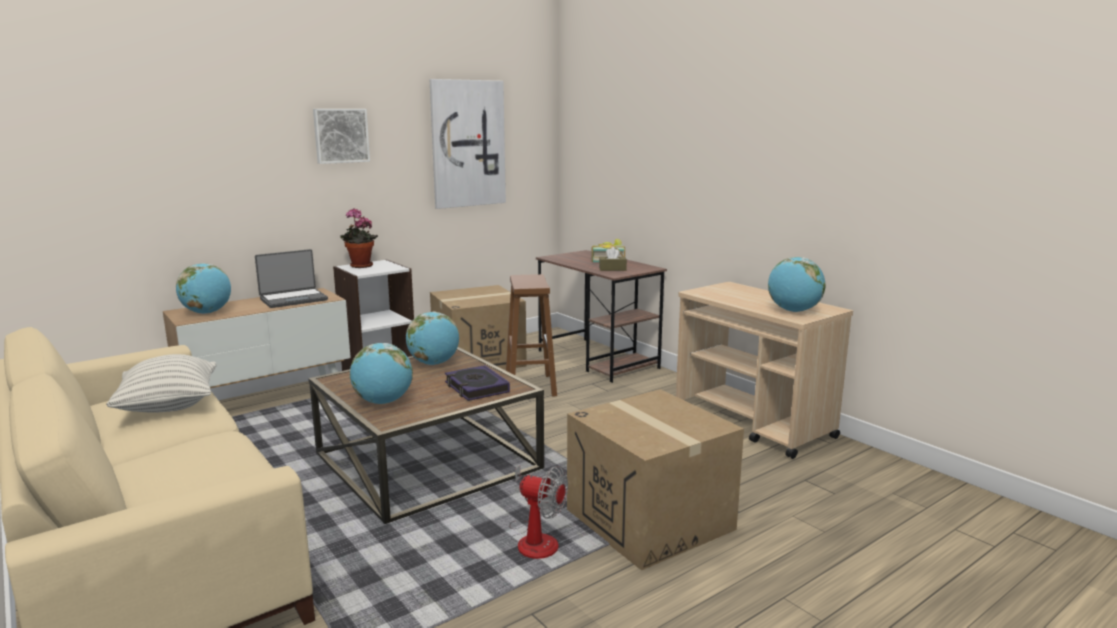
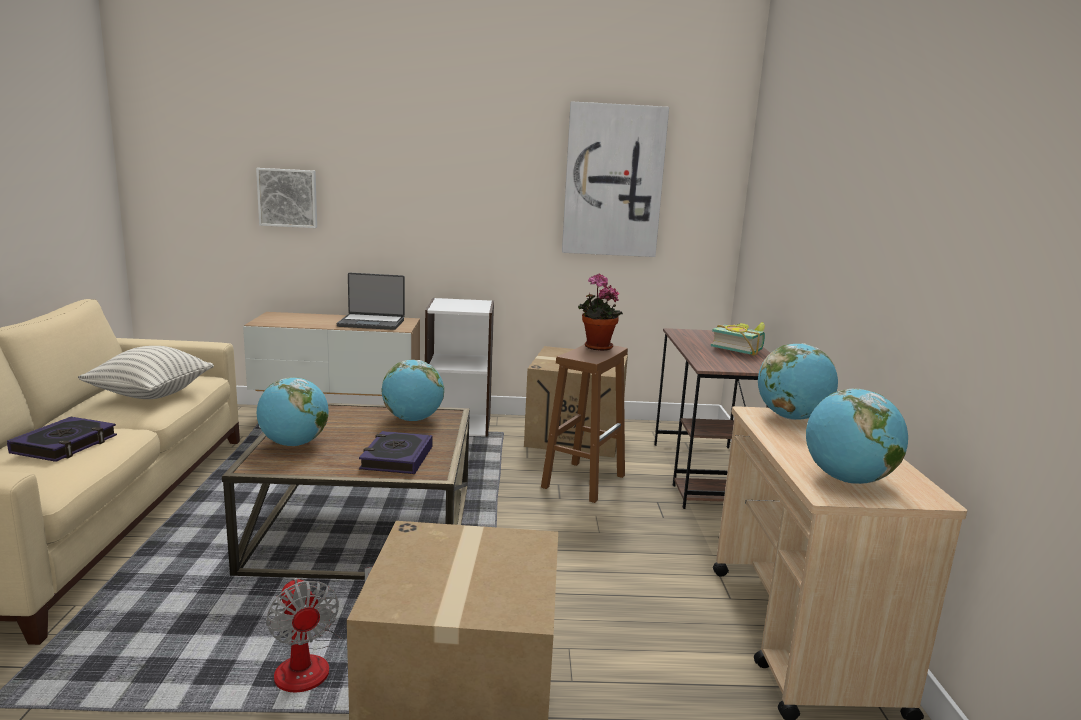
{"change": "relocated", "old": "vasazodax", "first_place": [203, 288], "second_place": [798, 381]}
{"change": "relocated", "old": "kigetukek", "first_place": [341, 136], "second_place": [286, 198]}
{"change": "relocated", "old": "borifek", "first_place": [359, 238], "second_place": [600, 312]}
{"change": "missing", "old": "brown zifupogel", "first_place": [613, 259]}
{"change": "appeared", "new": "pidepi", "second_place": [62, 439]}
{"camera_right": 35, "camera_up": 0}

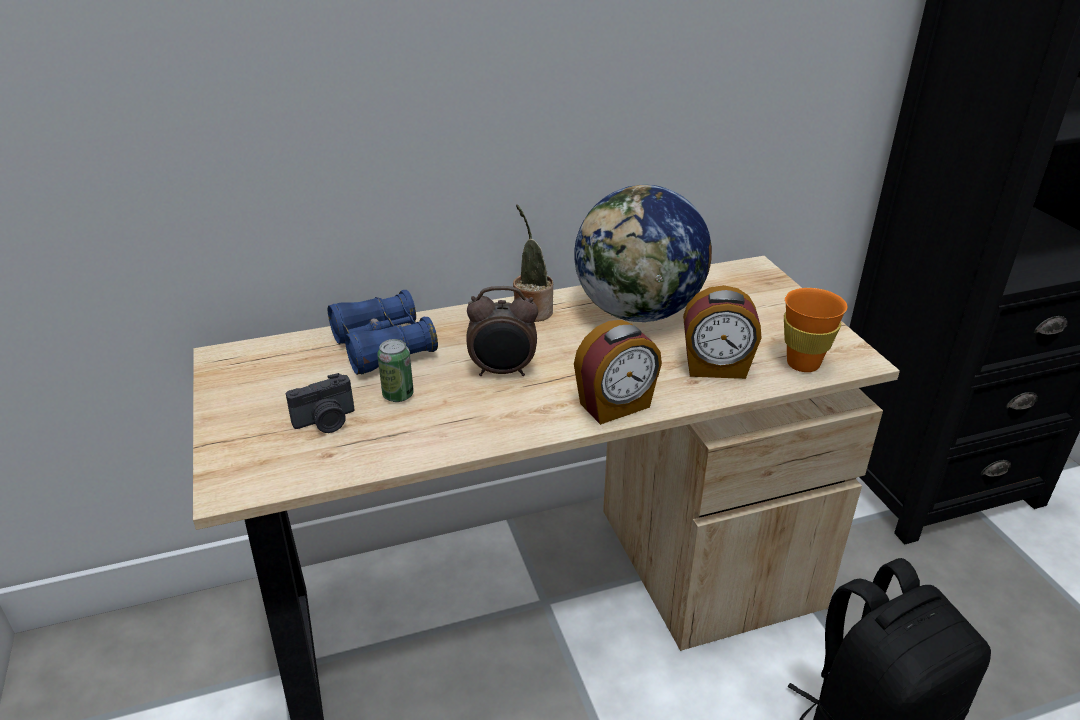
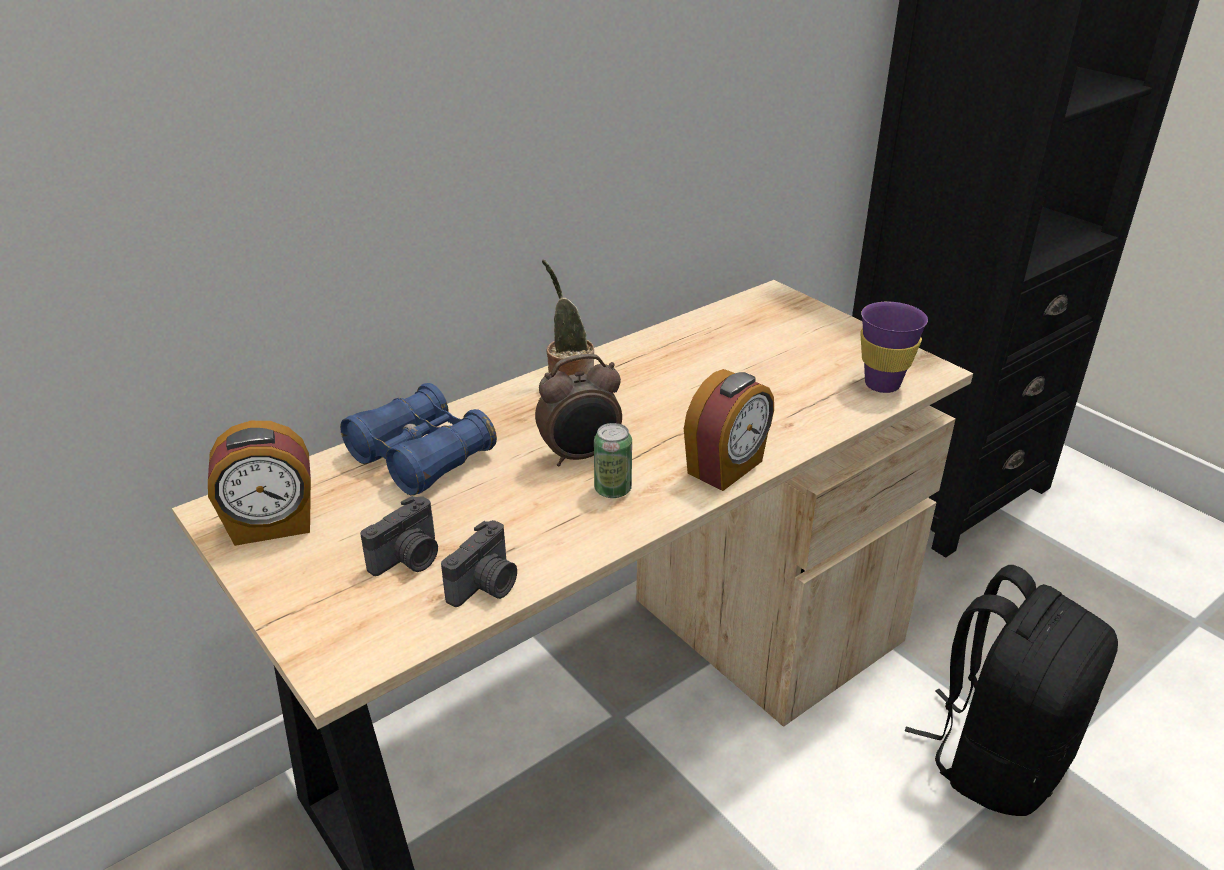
{"change": "relocated", "old": "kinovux", "first_place": [395, 370], "second_place": [613, 460]}
{"change": "missing", "old": "vasazodax", "first_place": [643, 253]}
{"change": "relocated", "old": "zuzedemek", "first_place": [722, 332], "second_place": [259, 483]}
{"change": "colour", "old": "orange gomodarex", "new": "purple gomodarex", "first_place": [815, 330], "second_place": [894, 347]}
{"change": "appeared", "new": "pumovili", "second_place": [479, 563]}
{"camera_right": -20, "camera_up": 0}

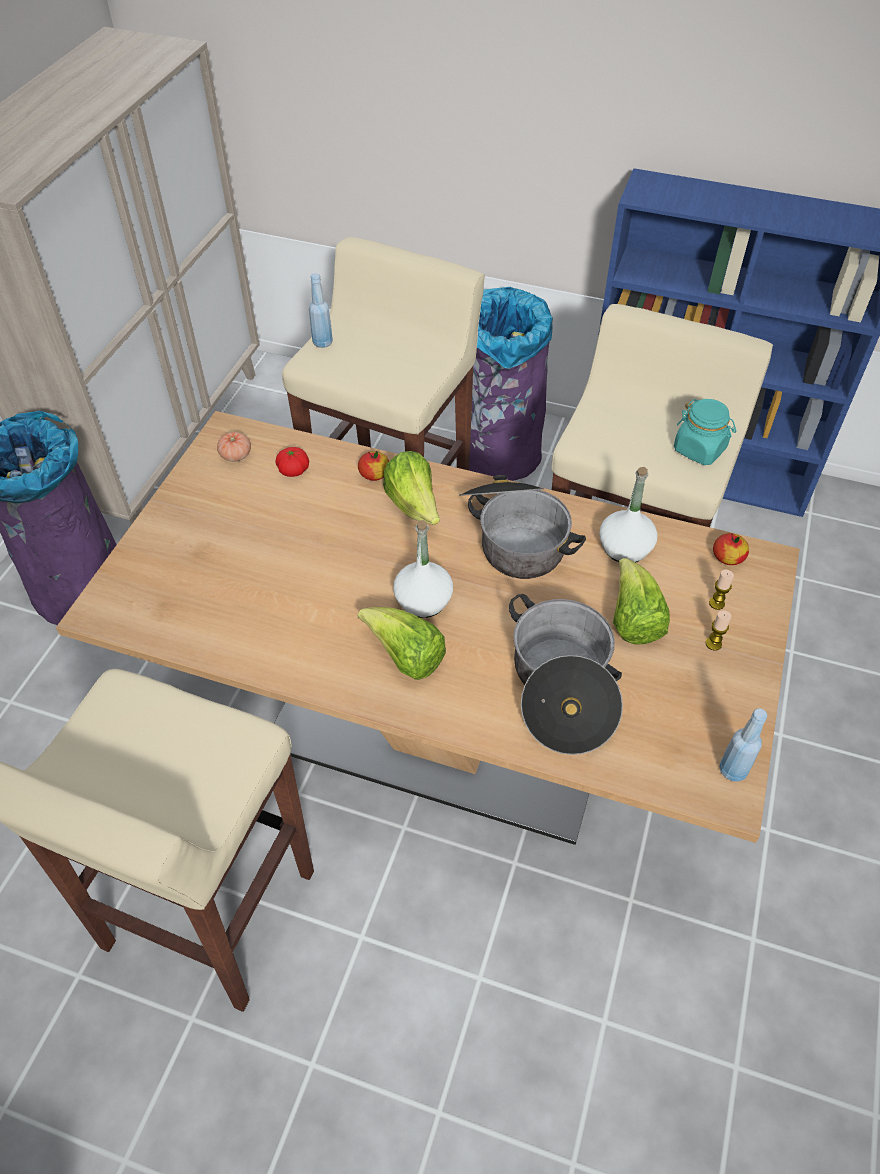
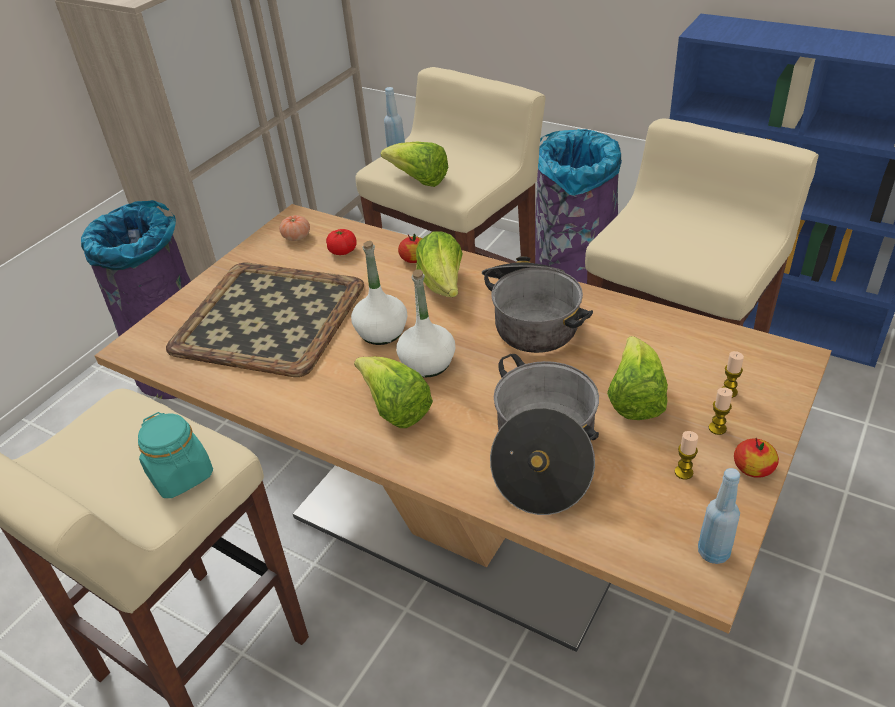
{"change": "relocated", "old": "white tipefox", "first_place": [628, 515], "second_place": [379, 293]}
{"change": "relocated", "old": "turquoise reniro", "first_place": [705, 432], "second_place": [175, 455]}
{"change": "relocated", "old": "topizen", "first_place": [731, 549], "second_place": [756, 457]}
{"change": "appeared", "new": "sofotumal", "second_place": [265, 320]}
{"change": "appeared", "new": "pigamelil", "second_place": [414, 164]}
{"change": "appeared", "new": "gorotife", "second_place": [686, 455]}
{"camera_right": 15, "camera_up": -10}

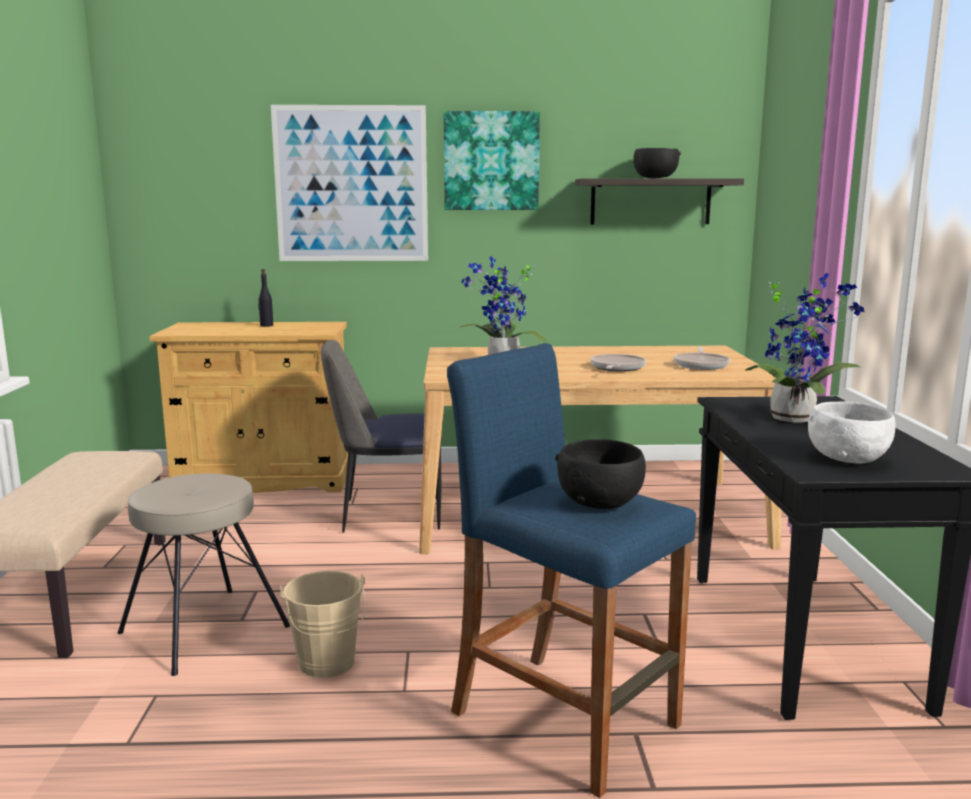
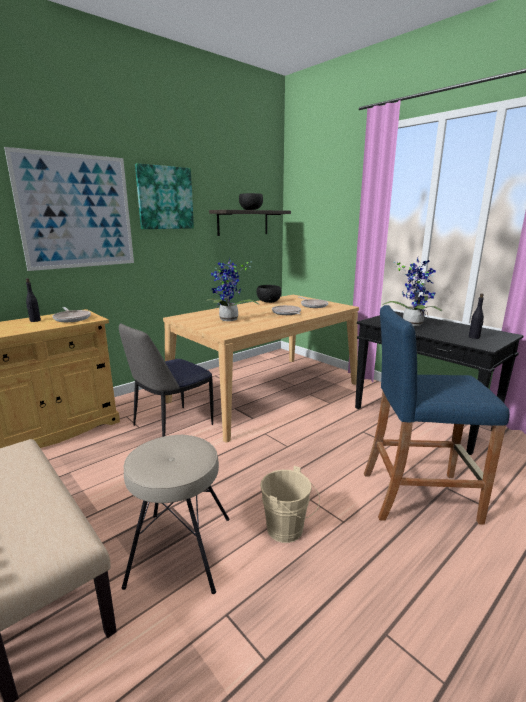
{"change": "relocated", "old": "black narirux", "first_place": [600, 474], "second_place": [269, 294]}
{"change": "exchanged", "old": "white narirux", "new": "black tipefox", "first_place": [852, 432], "second_place": [476, 316]}
{"change": "appeared", "new": "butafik", "second_place": [71, 314]}
{"camera_right": -40, "camera_up": 5}

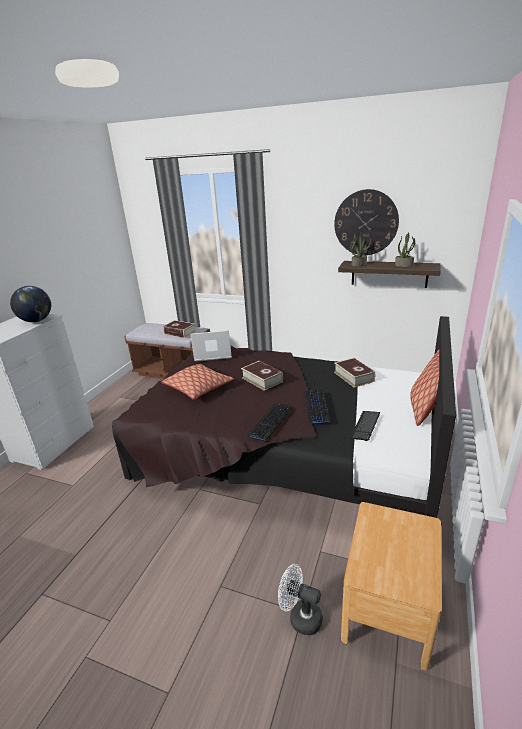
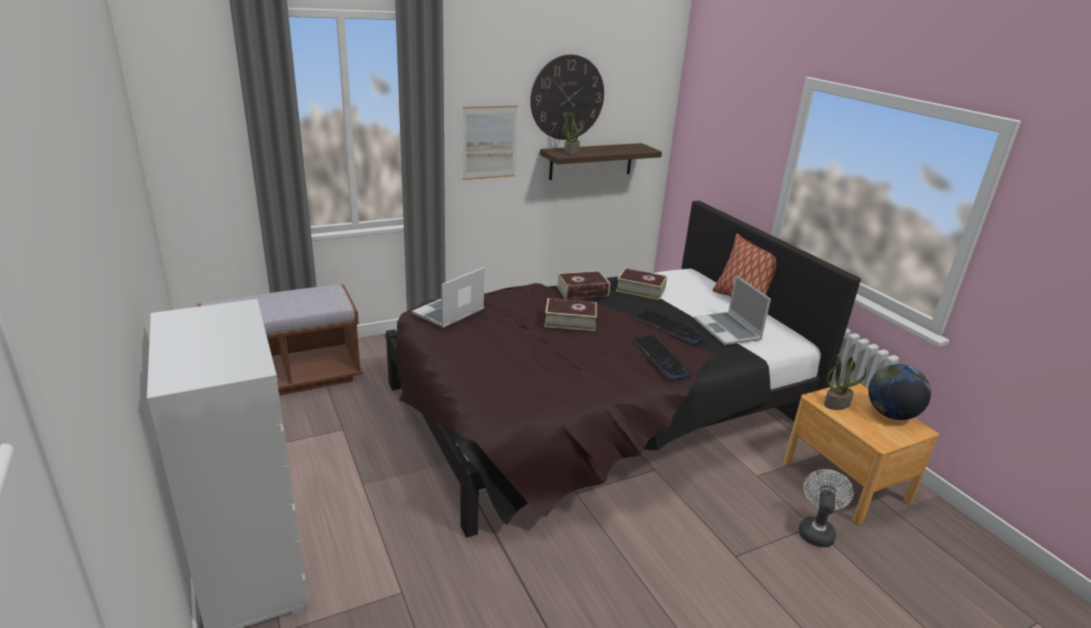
{"change": "relocated", "old": "vasazodax", "first_place": [30, 304], "second_place": [899, 392]}
{"change": "missing", "old": "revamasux", "first_place": [197, 382]}
{"change": "relocated", "old": "pidepi", "first_place": [179, 329], "second_place": [583, 285]}
{"change": "spun", "old": "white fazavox", "first_place": [300, 599], "second_place": [826, 508], "degrees": 135}
{"change": "exchanged", "old": "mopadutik", "new": "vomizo", "first_place": [365, 426], "second_place": [732, 310]}
{"change": "relocated", "old": "borifek", "first_place": [405, 249], "second_place": [845, 382]}
{"change": "appeared", "new": "kigetukek", "second_place": [490, 142]}
{"camera_right": -50, "camera_up": 0}

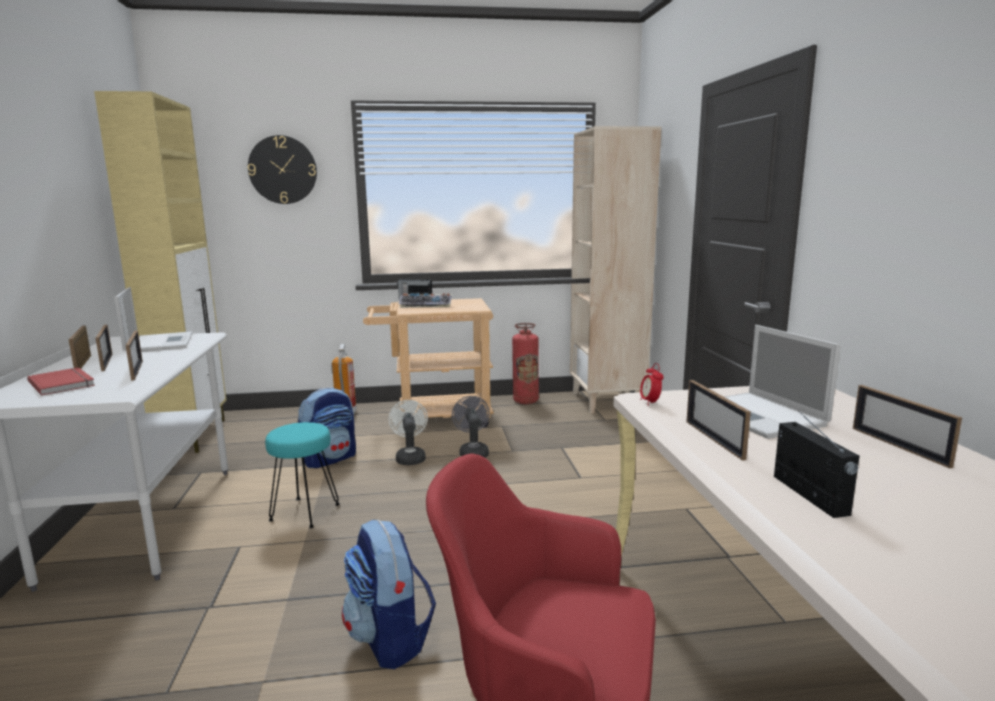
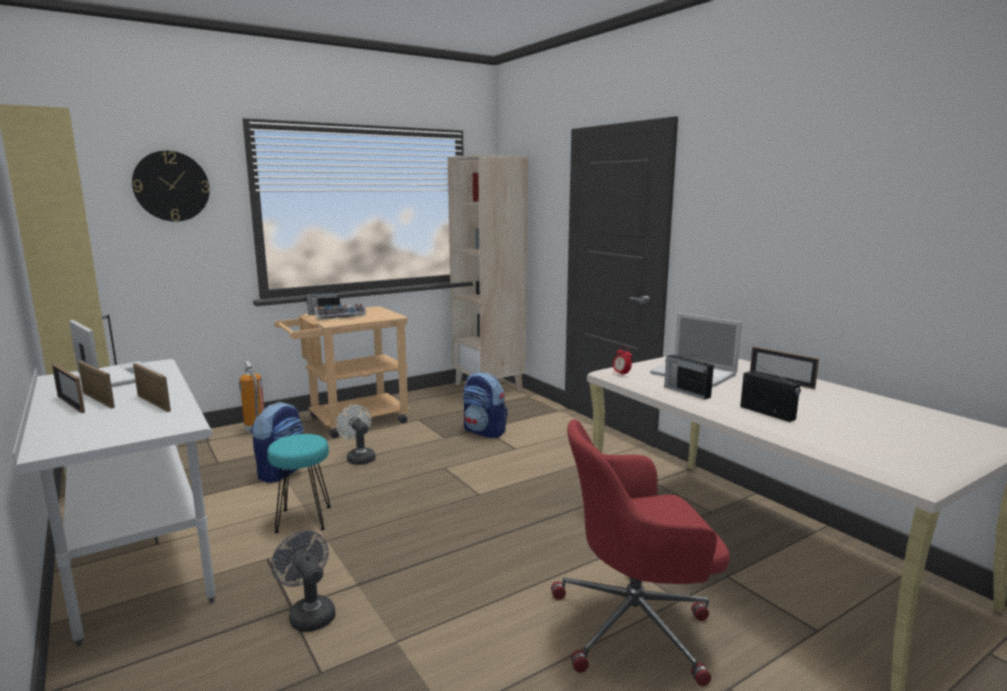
{"change": "missing", "old": "red pidepi", "first_place": [61, 381]}
{"change": "relocated", "old": "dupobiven", "first_place": [389, 594], "second_place": [485, 405]}
{"change": "relocated", "old": "grey fazavox", "first_place": [471, 427], "second_place": [303, 581]}
{"change": "missing", "old": "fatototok", "first_place": [525, 363]}
{"change": "exchanged", "old": "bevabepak", "new": "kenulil", "first_place": [718, 420], "second_place": [689, 377]}
{"camera_right": -25, "camera_up": 0}

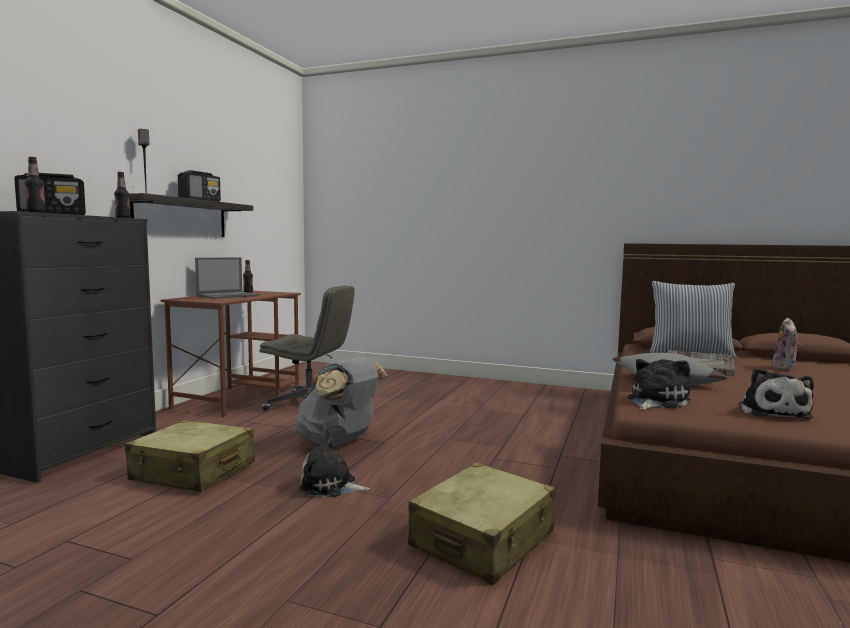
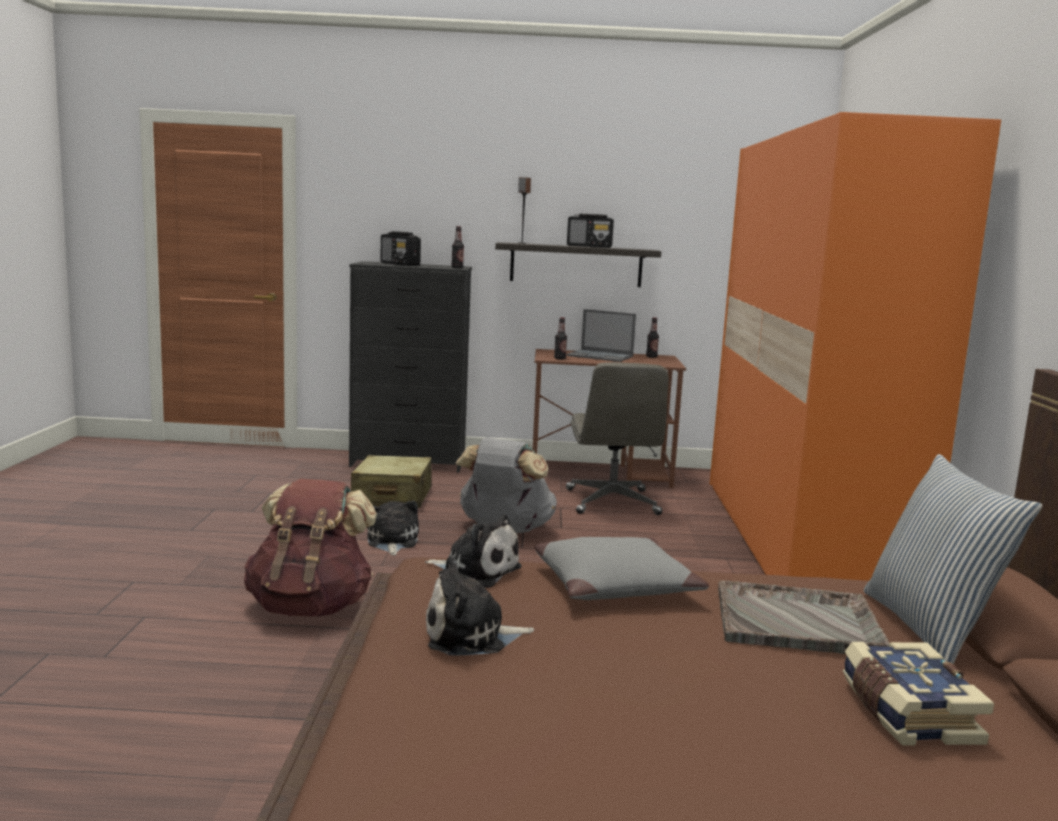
{"change": "relocated", "old": "tipefox", "first_place": [35, 185], "second_place": [560, 338]}
{"change": "exchanged", "old": "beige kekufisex", "new": "brown dupobiven", "first_place": [481, 523], "second_place": [310, 548]}
{"change": "exchanged", "old": "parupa", "new": "pidepi", "first_place": [787, 344], "second_place": [918, 693]}
{"change": "appeared", "new": "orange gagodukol", "second_place": [855, 346]}
{"camera_right": 70, "camera_up": 5}

